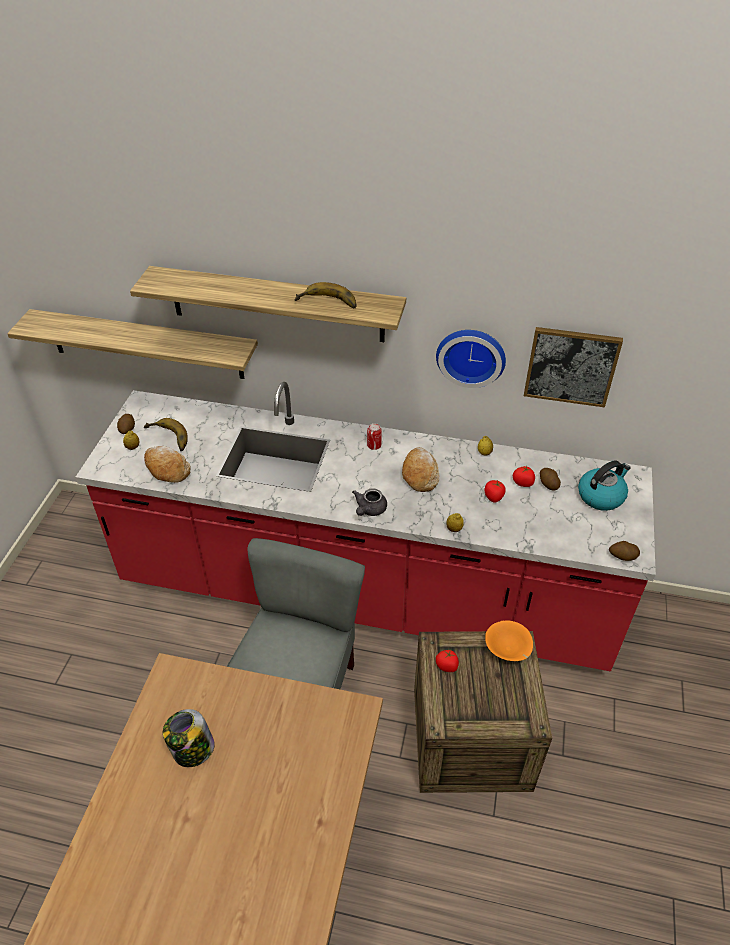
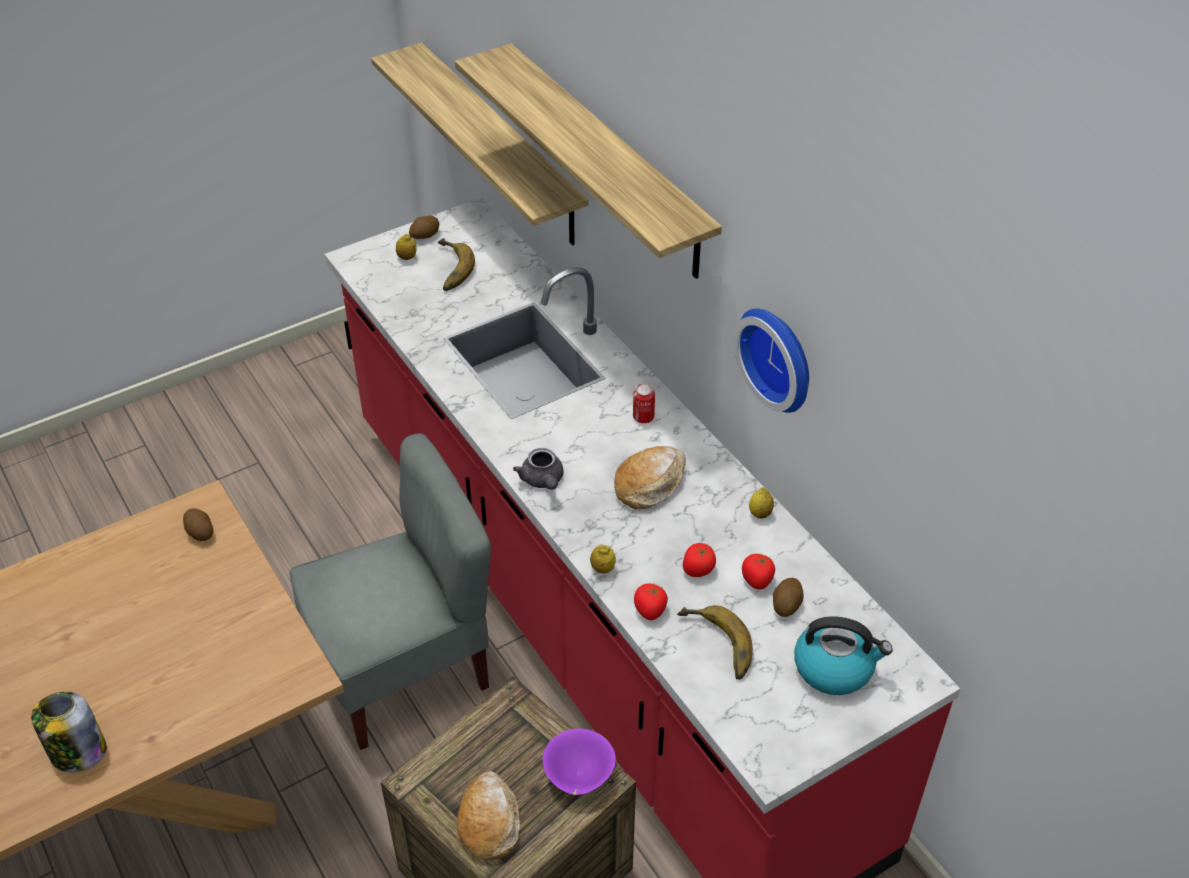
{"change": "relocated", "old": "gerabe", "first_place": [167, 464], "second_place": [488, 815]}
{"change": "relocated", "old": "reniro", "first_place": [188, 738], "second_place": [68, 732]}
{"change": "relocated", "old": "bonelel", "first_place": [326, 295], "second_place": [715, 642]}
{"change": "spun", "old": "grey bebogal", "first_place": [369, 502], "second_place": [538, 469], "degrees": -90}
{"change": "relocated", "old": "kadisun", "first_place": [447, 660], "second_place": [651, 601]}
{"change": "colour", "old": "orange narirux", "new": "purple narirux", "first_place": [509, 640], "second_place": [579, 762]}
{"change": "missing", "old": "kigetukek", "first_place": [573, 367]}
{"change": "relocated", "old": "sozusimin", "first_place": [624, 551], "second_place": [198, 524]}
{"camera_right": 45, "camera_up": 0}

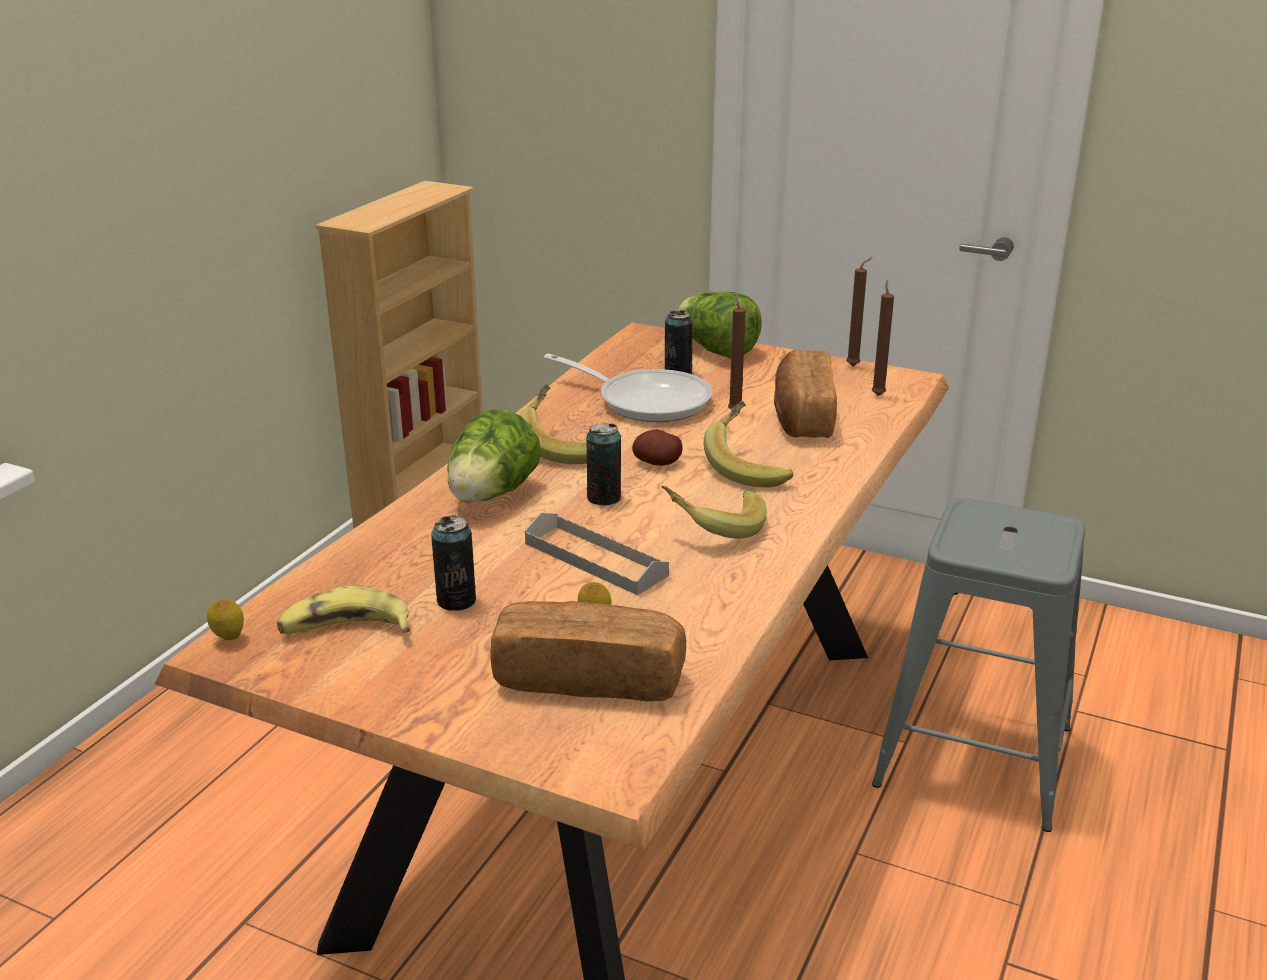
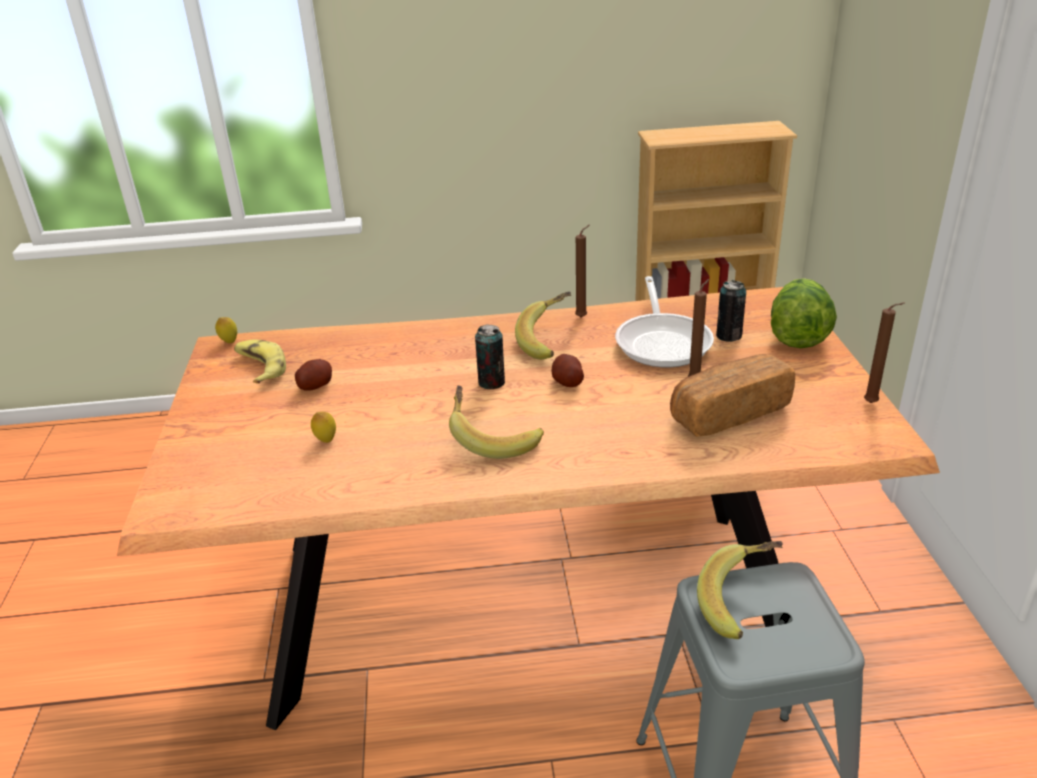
{"change": "exchanged", "old": "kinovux", "new": "sozusimin", "first_place": [453, 563], "second_place": [313, 375]}
{"change": "missing", "old": "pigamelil", "first_place": [494, 456]}
{"change": "missing", "old": "gerabe", "first_place": [588, 651]}
{"change": "missing", "old": "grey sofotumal", "first_place": [597, 554]}
{"change": "relocated", "old": "bonelel", "first_place": [748, 444], "second_place": [740, 590]}
{"change": "relocated", "old": "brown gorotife", "first_place": [882, 338], "second_place": [582, 271]}
{"camera_right": 60, "camera_up": 5}

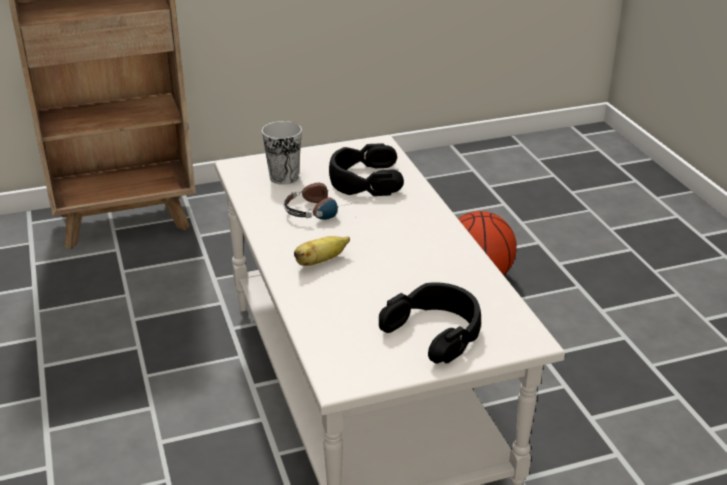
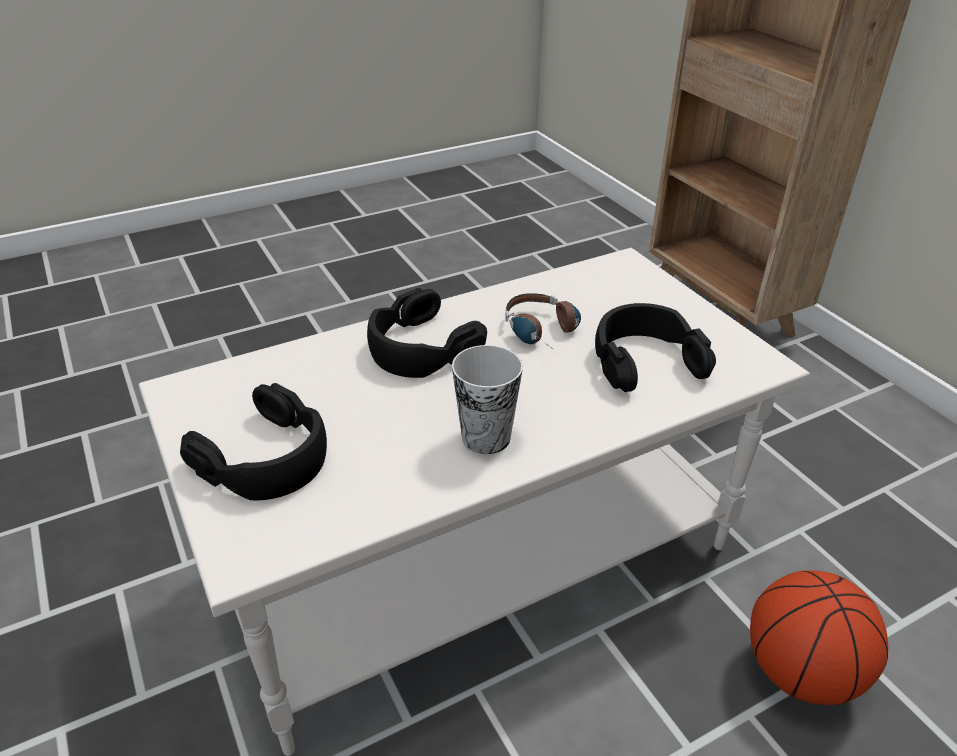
{"change": "relocated", "old": "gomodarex", "first_place": [282, 153], "second_place": [487, 399]}
{"change": "exchanged", "old": "bonelel", "new": "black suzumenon", "first_place": [322, 251], "second_place": [427, 333]}
{"camera_right": 80, "camera_up": 5}

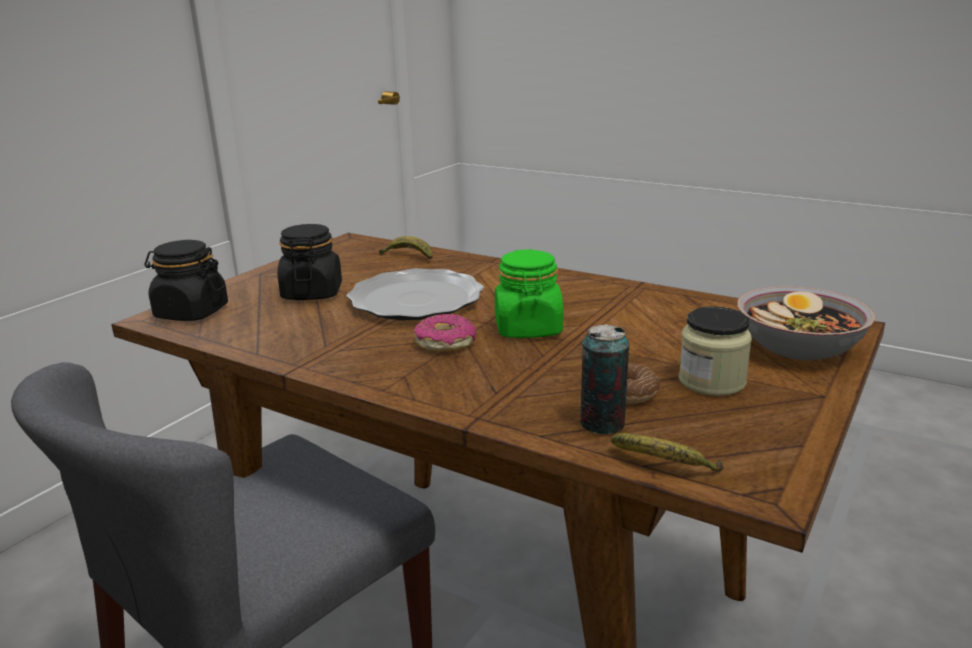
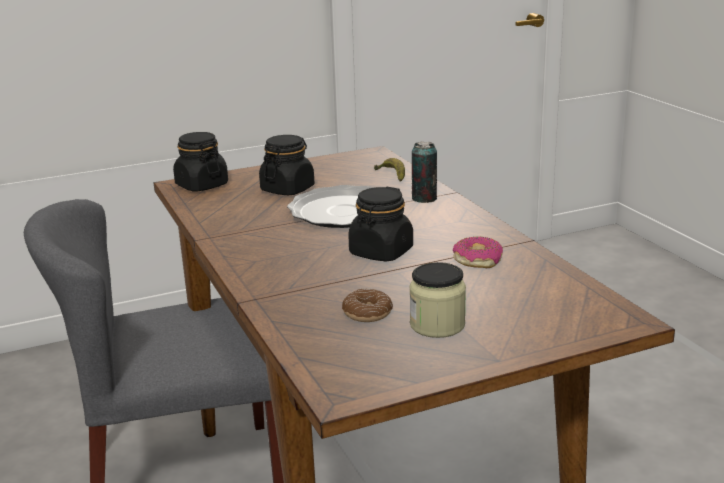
{"change": "relocated", "old": "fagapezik", "first_place": [445, 333], "second_place": [478, 252]}
{"change": "colour", "old": "green reniro", "new": "black reniro", "first_place": [529, 293], "second_place": [380, 224]}
{"change": "relocated", "old": "kinovux", "first_place": [604, 379], "second_place": [424, 172]}
{"change": "missing", "old": "bonelel", "first_place": [667, 452]}
{"change": "missing", "old": "narirux", "first_place": [806, 323]}
{"camera_right": 35, "camera_up": 0}

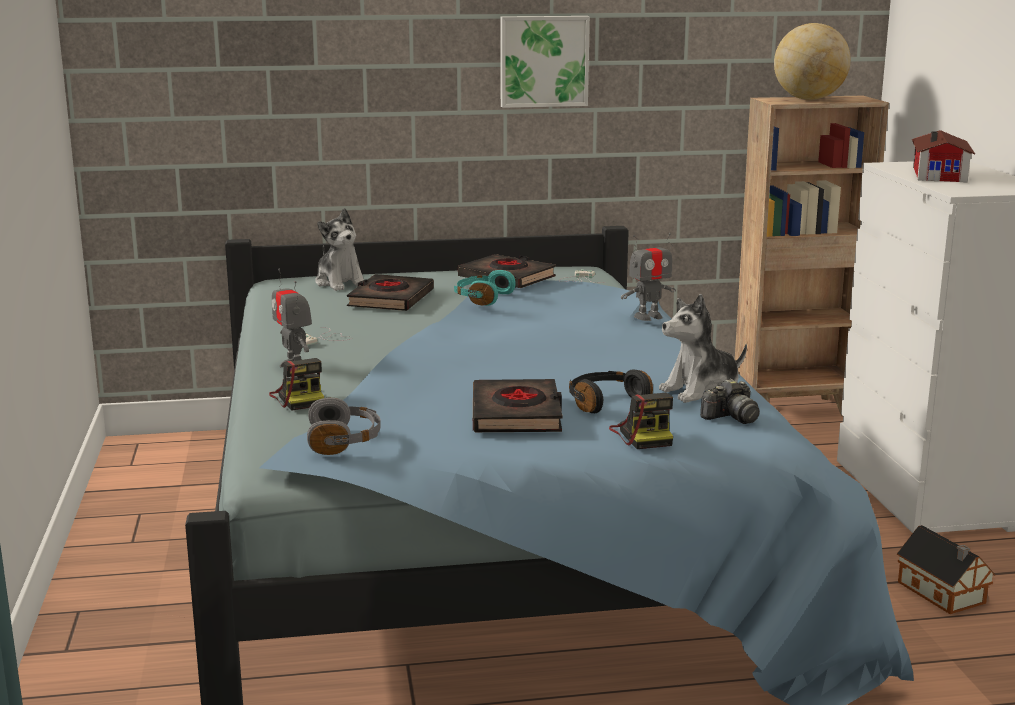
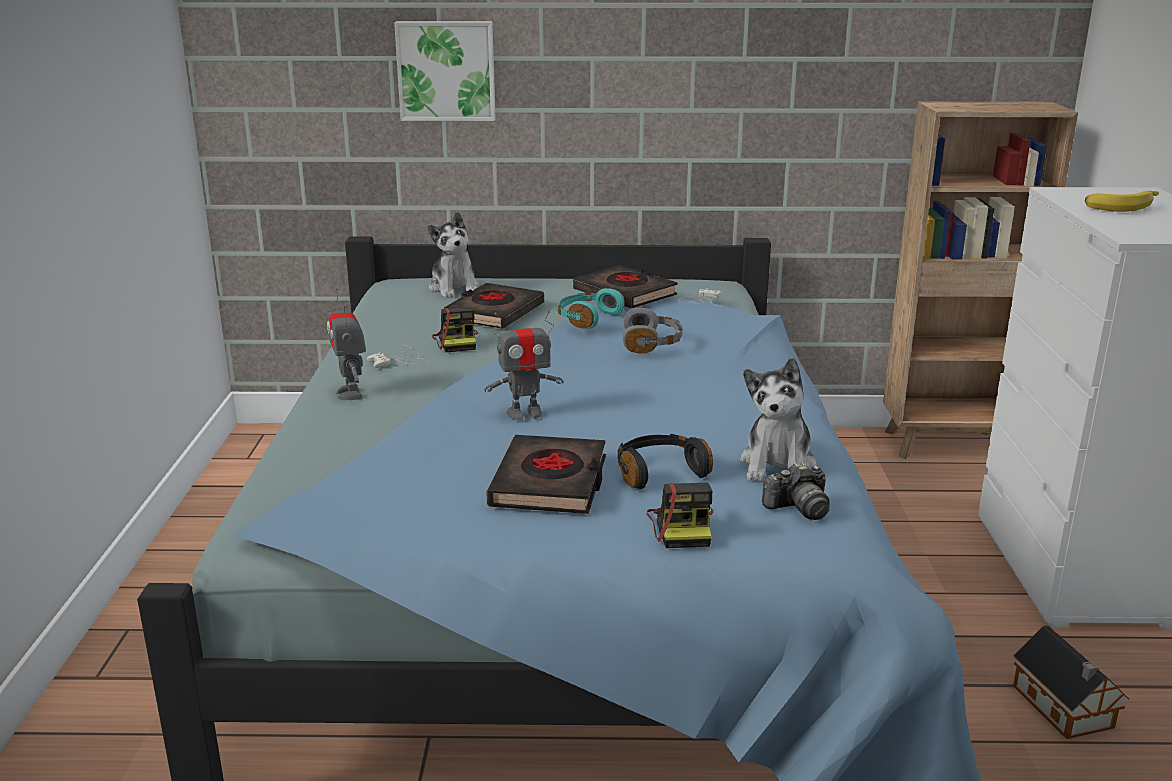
{"change": "relocated", "old": "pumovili", "first_place": [296, 384], "second_place": [455, 329]}
{"change": "relocated", "old": "grey suzumenon", "first_place": [343, 426], "second_place": [653, 330]}
{"change": "relocated", "old": "kigetukek", "first_place": [545, 62], "second_place": [445, 71]}
{"change": "relocated", "old": "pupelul", "first_place": [648, 277], "second_place": [524, 365]}
{"change": "spun", "old": "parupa", "first_place": [703, 348], "second_place": [778, 419], "degrees": -60}
{"change": "missing", "old": "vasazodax", "first_place": [812, 61]}
{"change": "exchanged", "old": "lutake", "new": "bonelel", "first_place": [943, 156], "second_place": [1122, 201]}
{"camera_right": 10, "camera_up": 5}

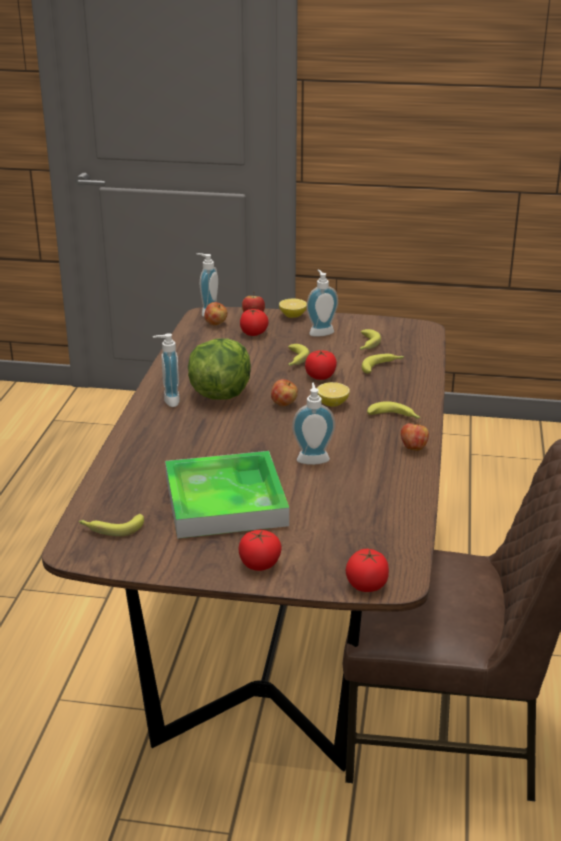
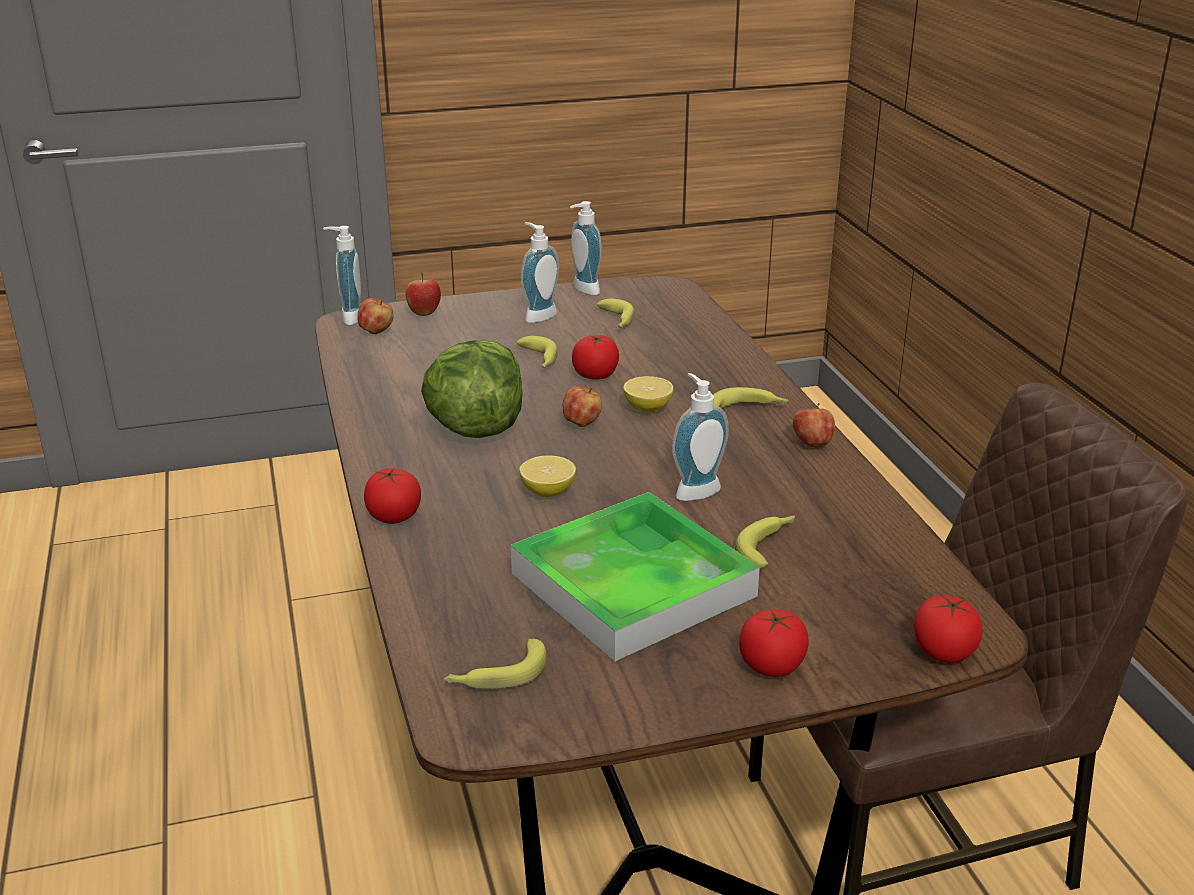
{"change": "relocated", "old": "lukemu", "first_place": [166, 370], "second_place": [586, 248]}
{"change": "relocated", "old": "kadisun", "first_place": [254, 322], "second_place": [392, 495]}
{"change": "relocated", "old": "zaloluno", "first_place": [293, 308], "second_place": [547, 476]}
{"change": "relocated", "old": "bonelel", "first_place": [383, 364], "second_place": [765, 542]}
{"camera_right": -25, "camera_up": 0}

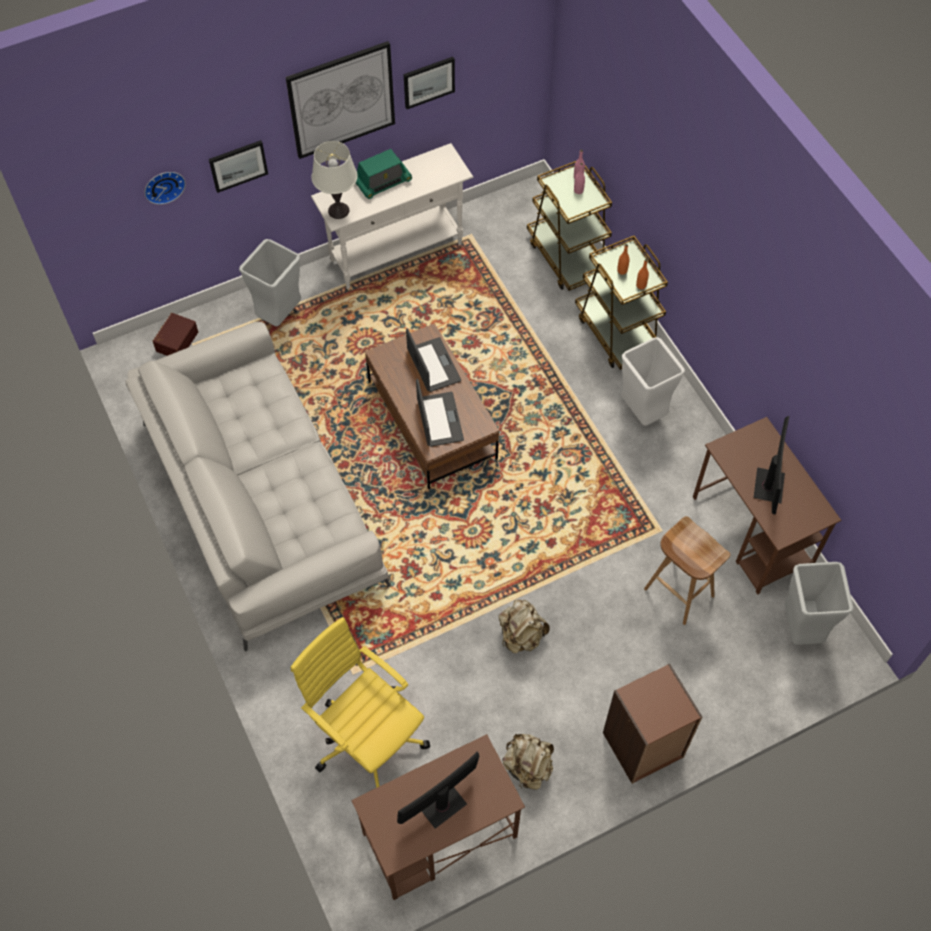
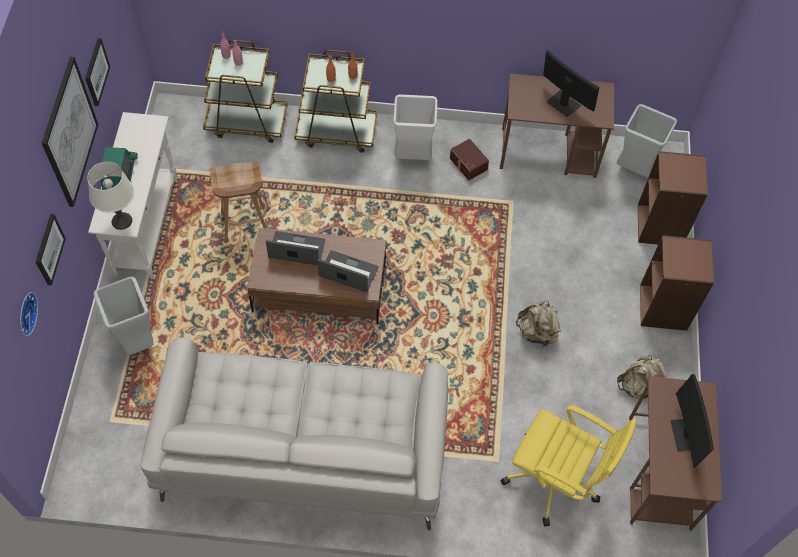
{"change": "relocated", "old": "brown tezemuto", "first_place": [175, 334], "second_place": [469, 159]}
{"change": "spun", "old": "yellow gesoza", "first_place": [360, 702], "second_place": [568, 465], "degrees": -135}
{"change": "relocated", "old": "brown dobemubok", "first_place": [687, 570], "second_place": [238, 202]}
{"change": "appeared", "new": "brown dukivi", "second_place": [673, 197]}
{"camera_right": -60, "camera_up": 0}

